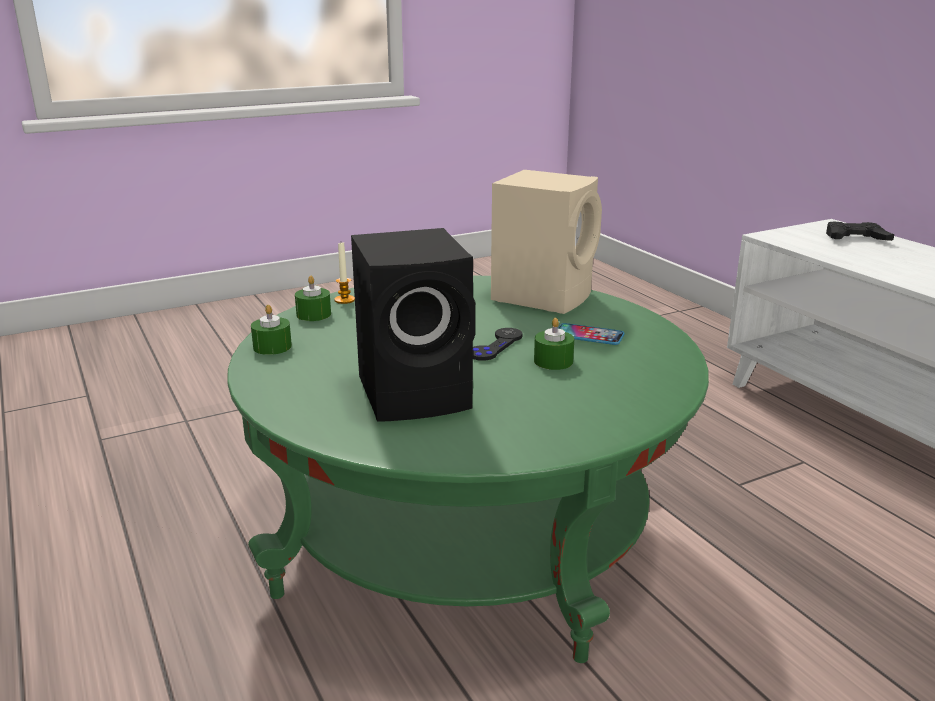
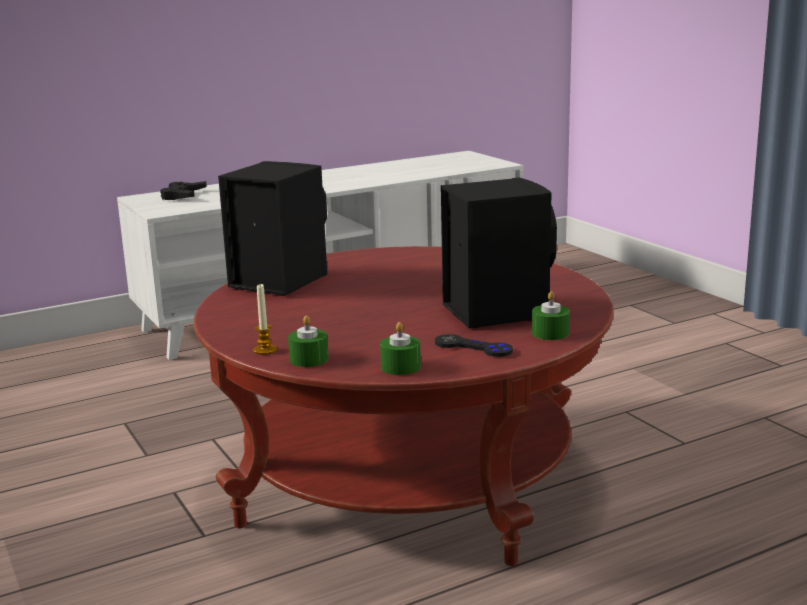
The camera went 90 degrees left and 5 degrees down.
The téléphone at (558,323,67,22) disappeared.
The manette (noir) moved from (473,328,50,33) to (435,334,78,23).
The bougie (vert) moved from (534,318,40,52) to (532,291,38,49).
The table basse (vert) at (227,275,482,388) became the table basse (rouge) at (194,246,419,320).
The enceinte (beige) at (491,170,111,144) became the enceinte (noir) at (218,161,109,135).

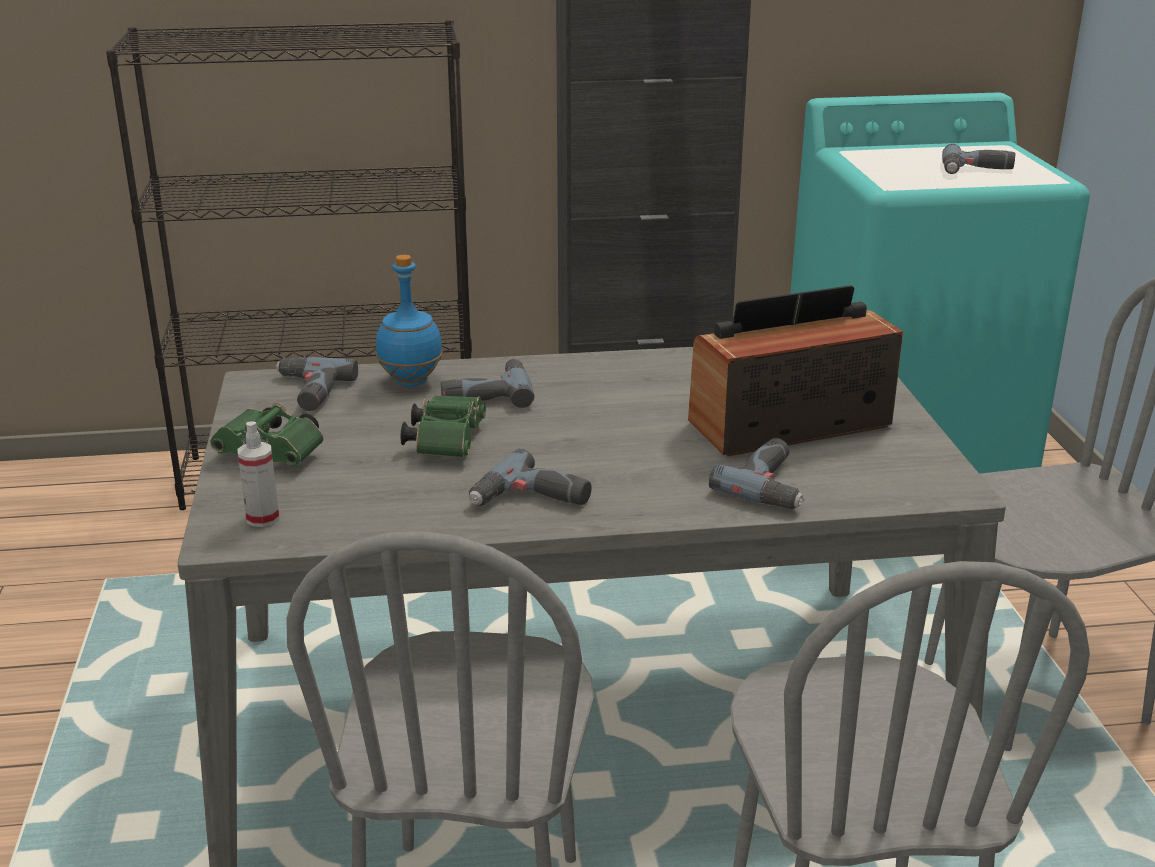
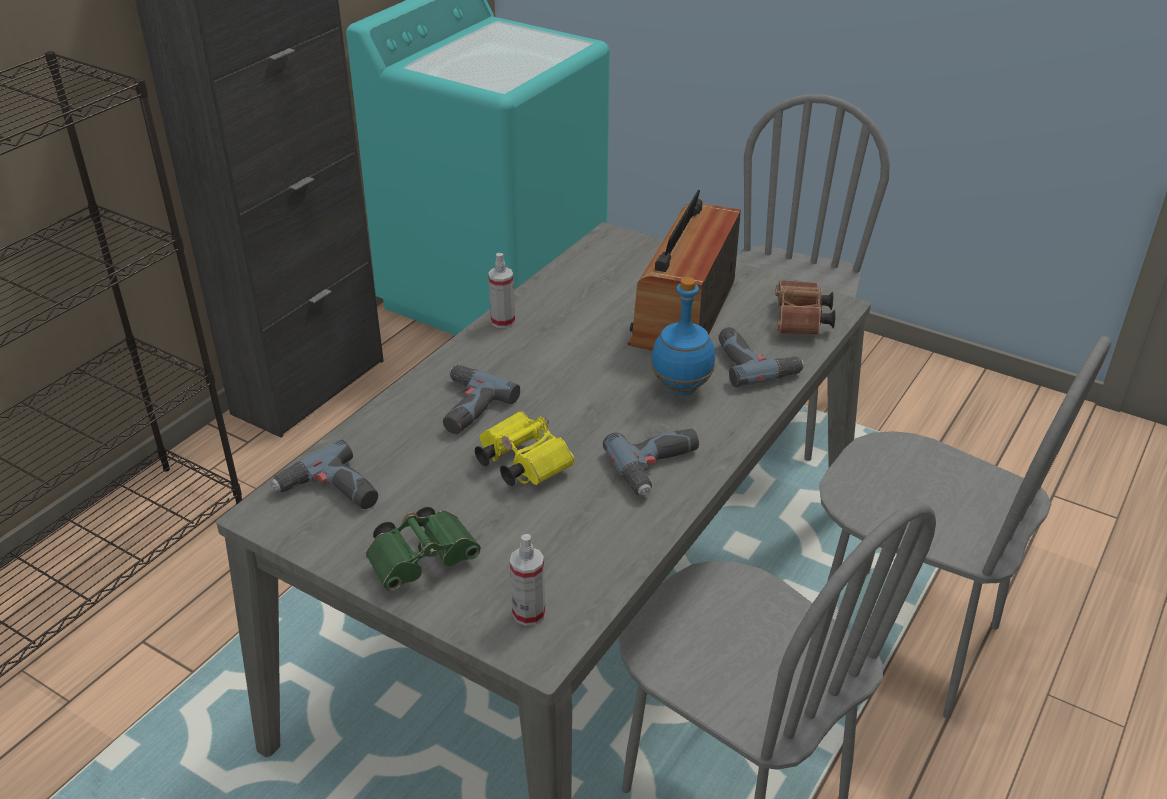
The camera went 50 degrees left and 10 degrees up.
The perceuse at (942,144,73,30) disappeared.
The vaporisateur at (488,253,27,75) appeared.
The jumelles (marron) at (775,280,60,55) appeared.
The bouteille (bleu) moved from (376,255,67,132) to (651,277,64,119).
The jumelles (vert) at (400,395,86,62) became the jumelles (jaune) at (475,411,100,75).

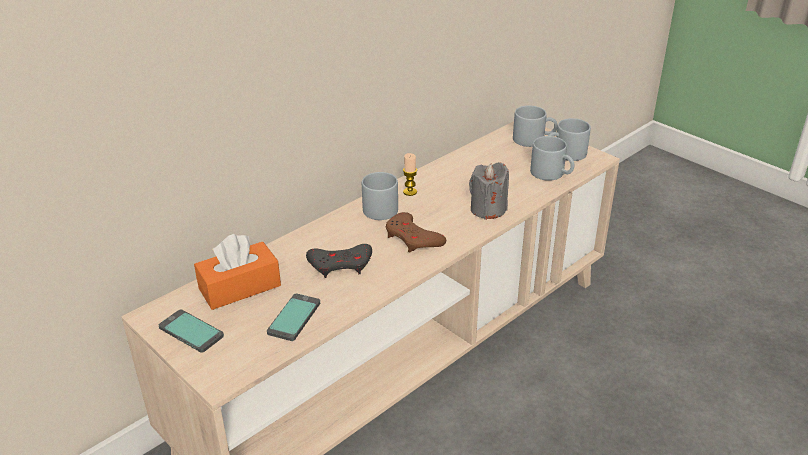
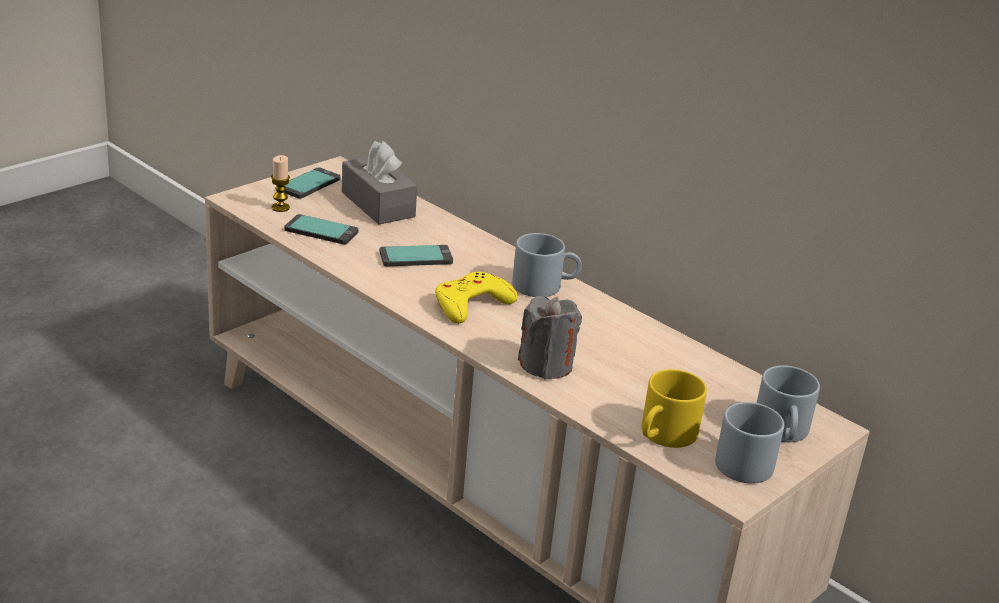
The camera went 85 degrees right and 5 degrees down.
The bougie moved from (403,153,14,43) to (271,155,19,57).
The manette (gris) at (306,244,66,34) was replaced by the téléphone at (379,245,74,21).
The boîte à mouchoirs (orange) at (194,234,87,76) became the boîte à mouchoirs (gris) at (342,141,75,84).
The manette (marron) at (386,212,60,40) became the manette (jaune) at (435,272,83,52).
The mug (gris) at (530,136,45,45) became the mug (jaune) at (642,369,65,79).

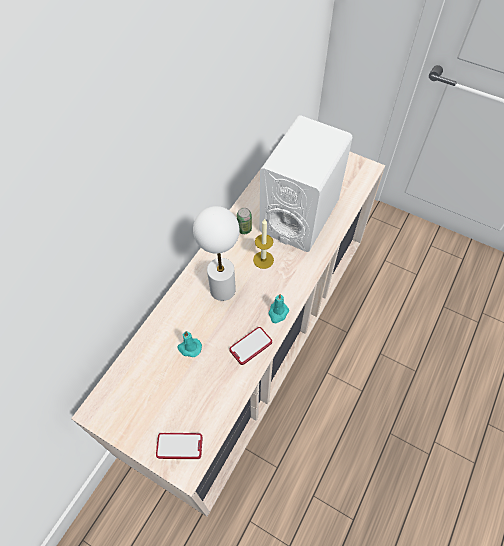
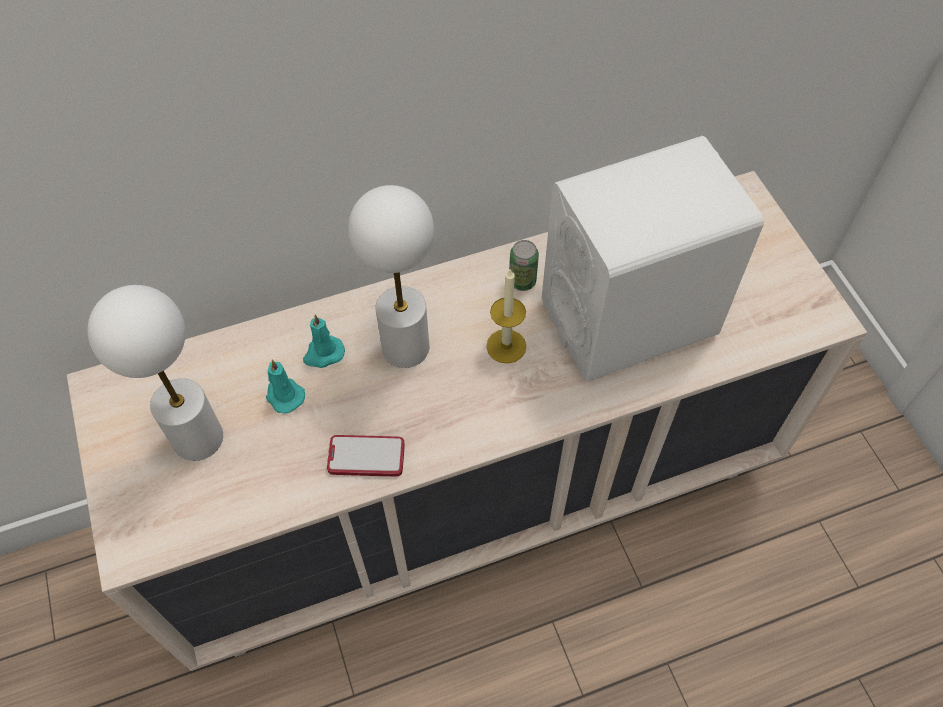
The camera went 40 degrees right and 0 degrees up.
The téléphone at (156,433,46,26) disappeared.
The lampe de table (blanc) at (87,285,136,176) appeared.
The bougie (turquoise) moved from (268,294,21,29) to (303,315,42,53).

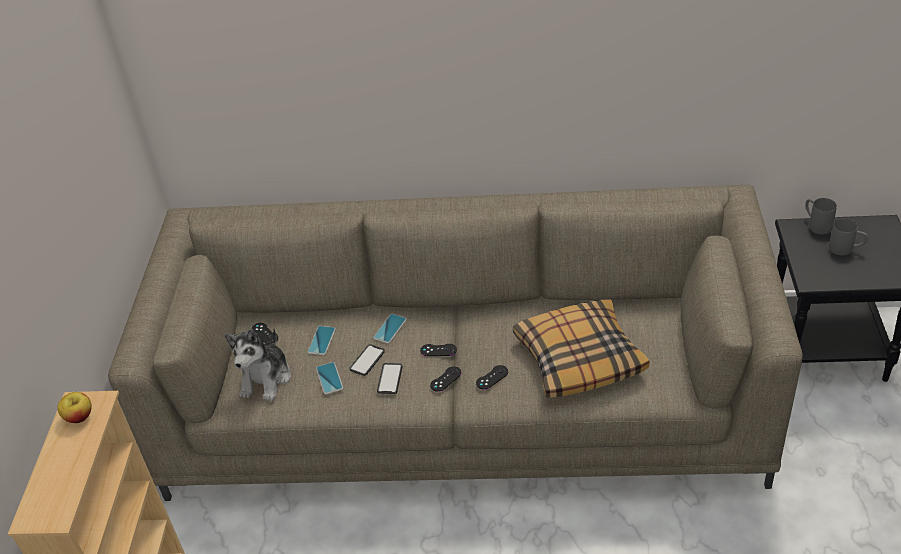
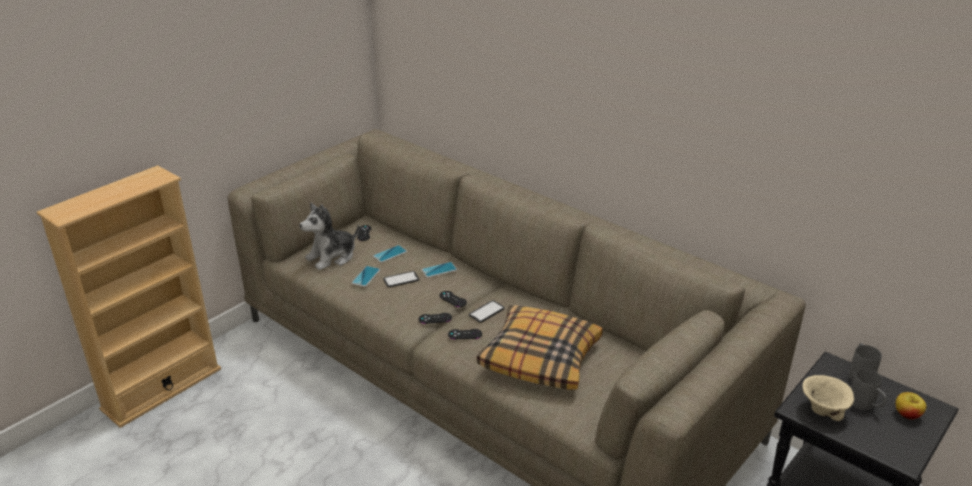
The camera went 35 degrees right and 10 degrees down.
The bol (beige) at (802,375,52,46) appeared.
The pomme moved from (57,392,35,31) to (895,392,31,28).
The téléphone moved from (377,363,25,31) to (469,300,36,22).

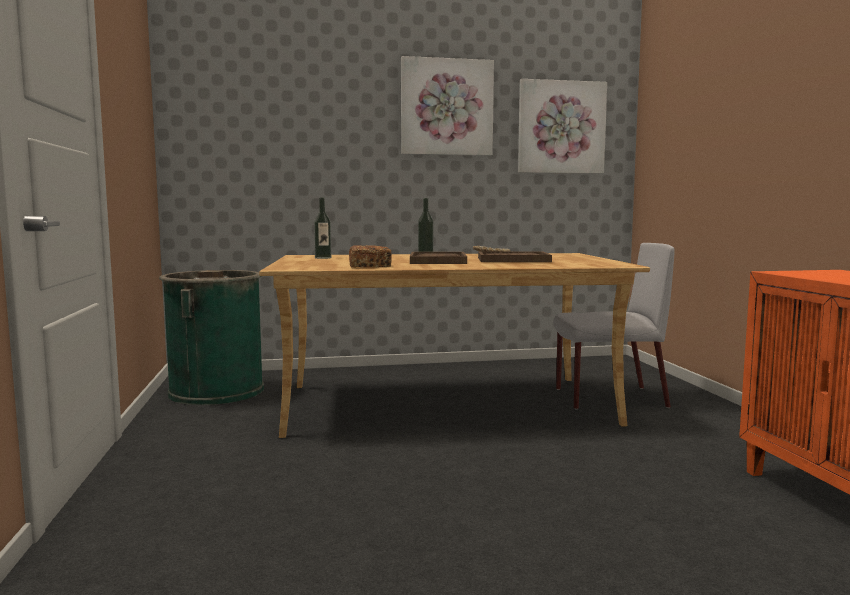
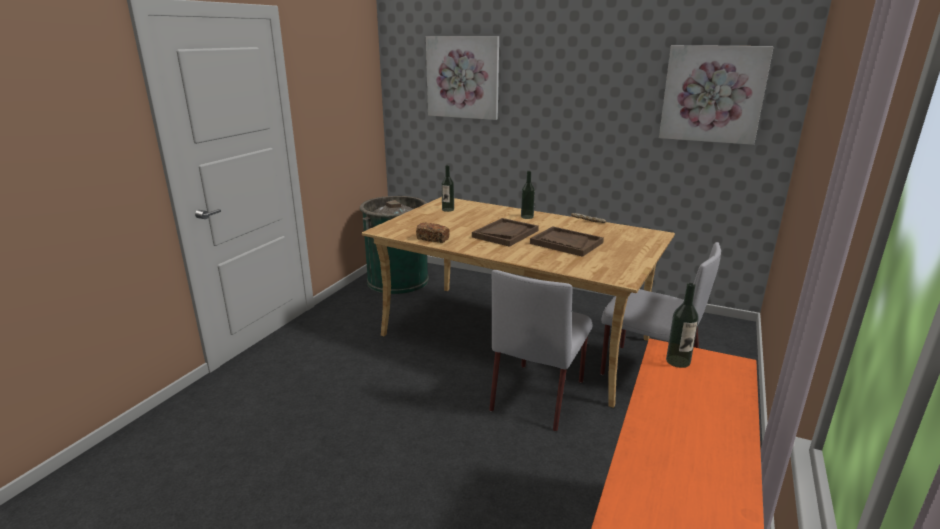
The camera went 35 degrees right and 15 degrees up.
The chaise (gris) at (489,270,104,161) appeared.
The bouteille at (666,283,33,85) appeared.
The tableau moved from (401,56,93,100) to (426,36,73,84).

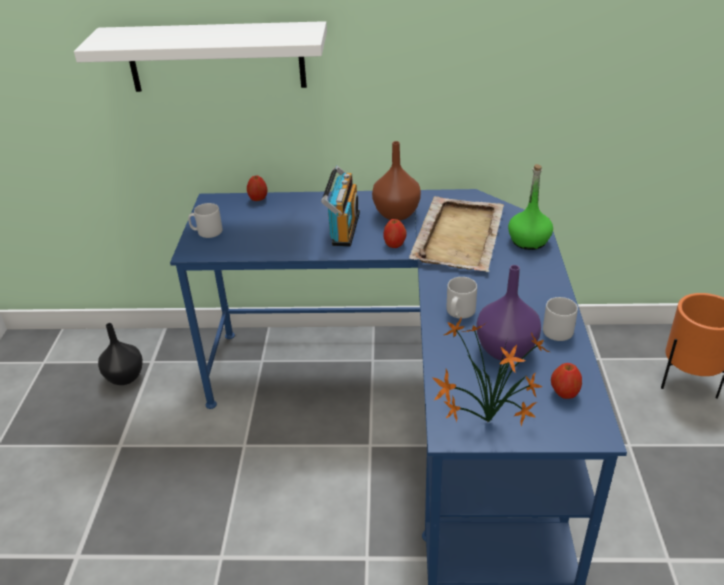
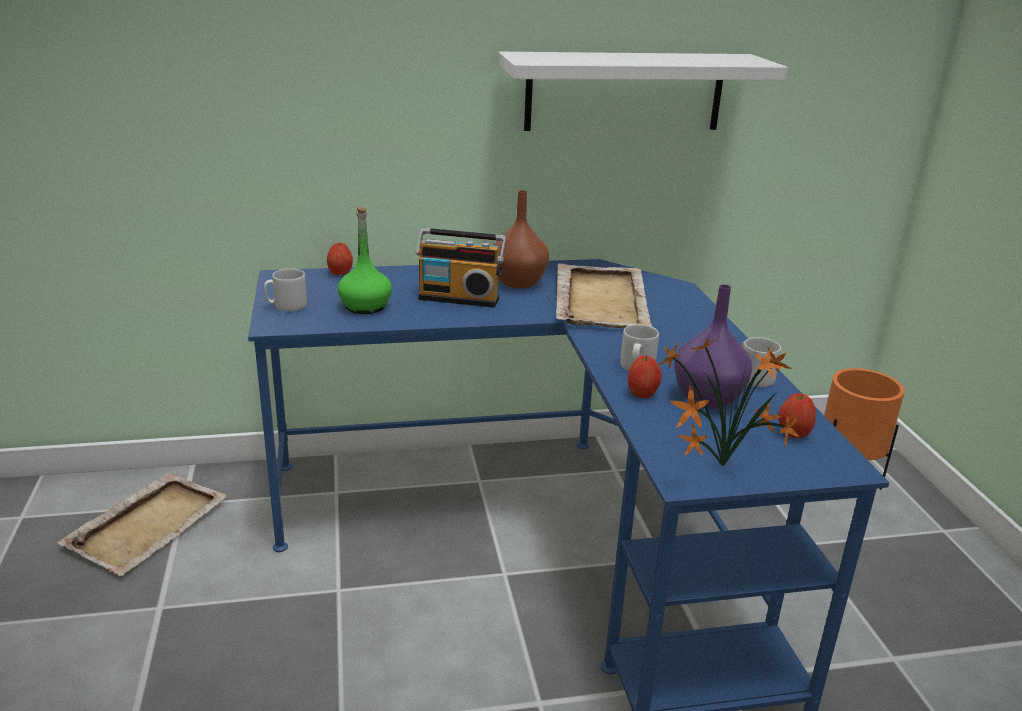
The camera went 15 degrees left and 10 degrees down.
The étagère (blanc) moved from (74,21,253,71) to (498,52,290,79).
The pomme moved from (383,219,24,29) to (628,355,34,43).
The bouteille (vert) moved from (508,164,45,86) to (338,207,54,107).
The vase (noir) at (98,323,45,62) was replaced by the plateau (beige) at (57,472,170,104).
The radio at (321,165,39,82) turned 105 degrees clockwise.

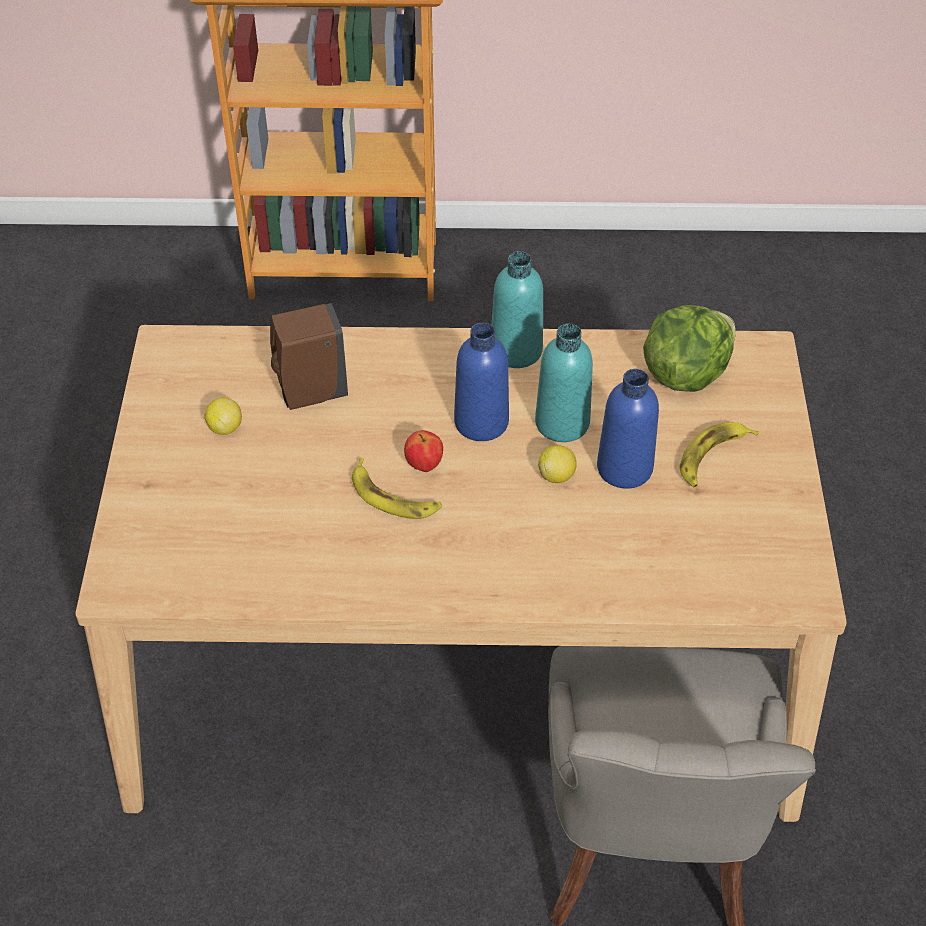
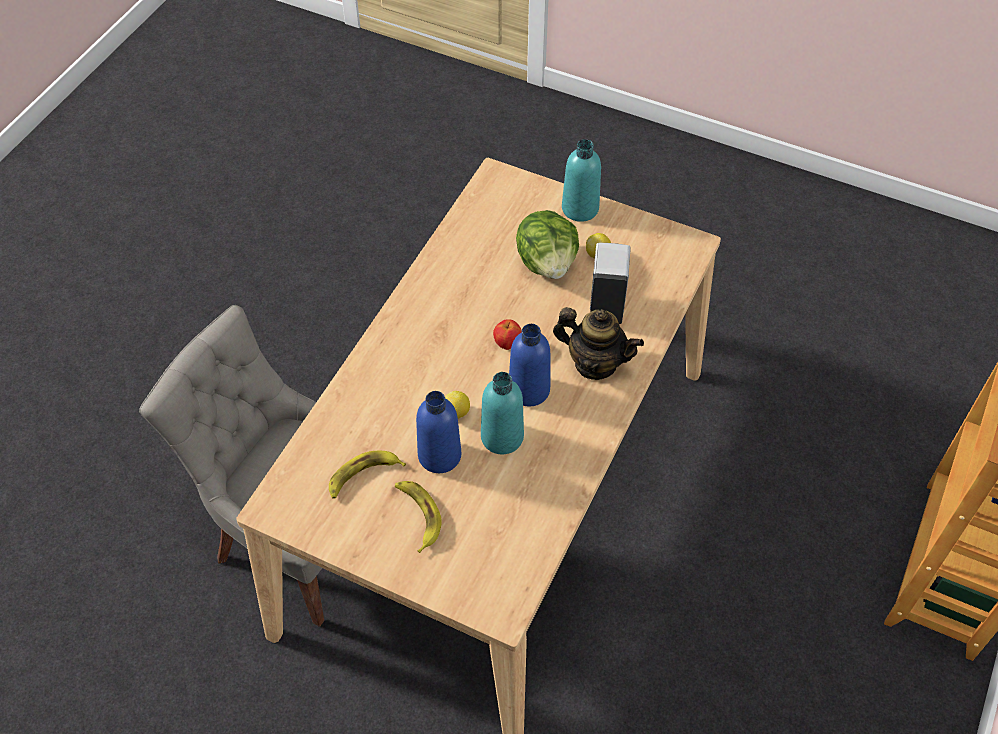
The camera went 115 degrees right and 5 degrees up.
The théière at (553,307,91,73) appeared.
The banane moved from (352,458,90,61) to (329,451,77,47).
The bouteille (turquoise) moved from (492,251,51,117) to (562,139,39,83).
The laitue moved from (643,305,92,87) to (516,210,63,69).
The distributeur de savon (marron) at (270,303,78,107) became the distributeur de savon (blanc) at (590,243,41,81).

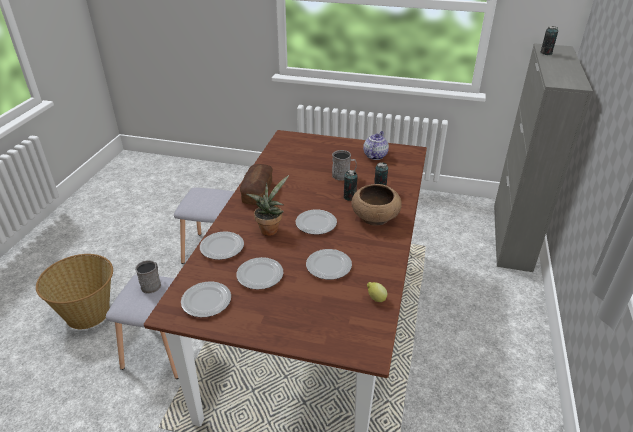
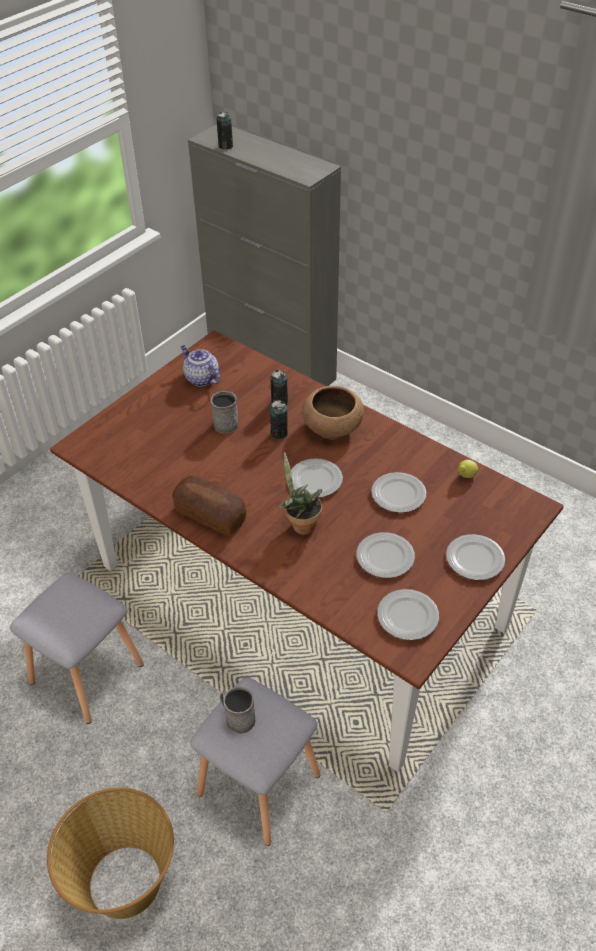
The camera went 65 degrees left and 10 degrees up.
The assiette moved from (200,231,44,29) to (446,534,59,46).

